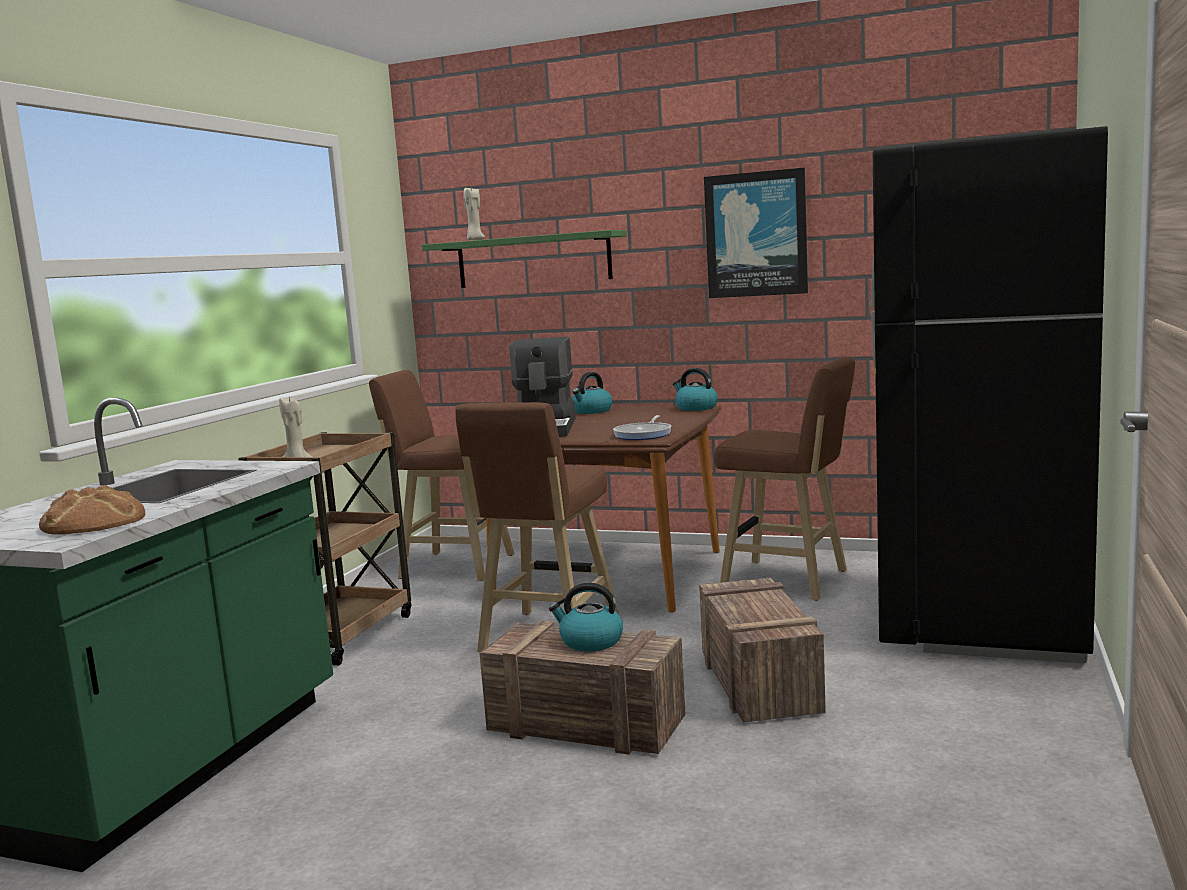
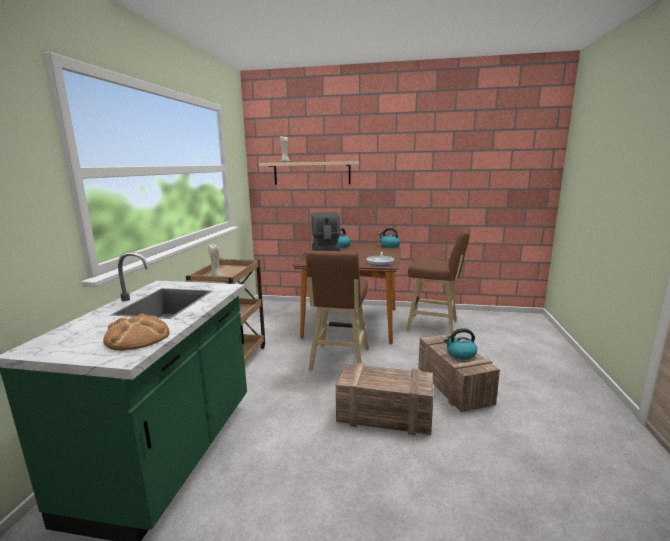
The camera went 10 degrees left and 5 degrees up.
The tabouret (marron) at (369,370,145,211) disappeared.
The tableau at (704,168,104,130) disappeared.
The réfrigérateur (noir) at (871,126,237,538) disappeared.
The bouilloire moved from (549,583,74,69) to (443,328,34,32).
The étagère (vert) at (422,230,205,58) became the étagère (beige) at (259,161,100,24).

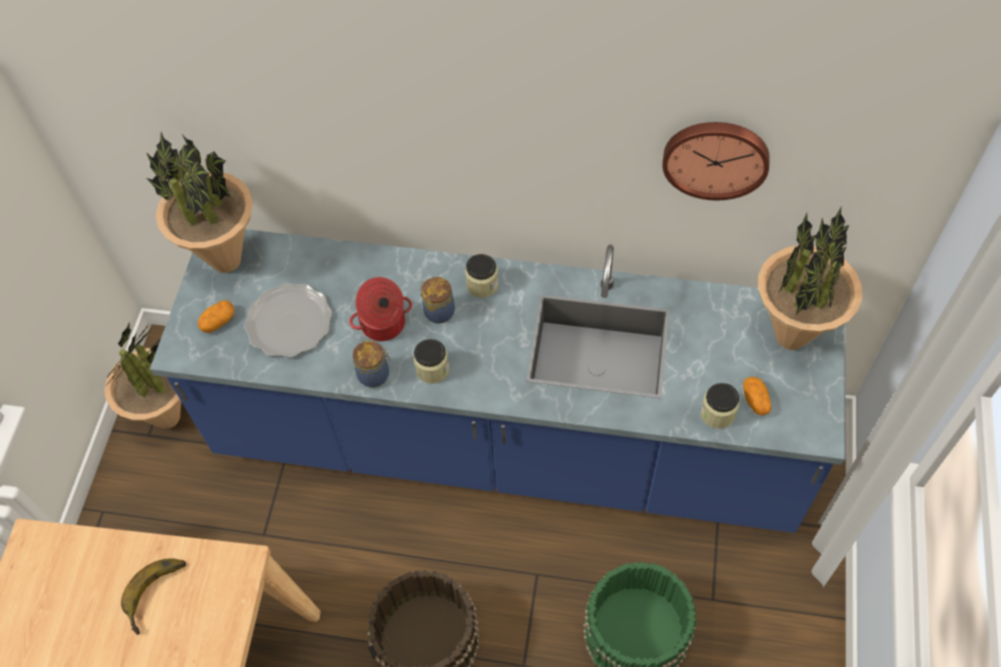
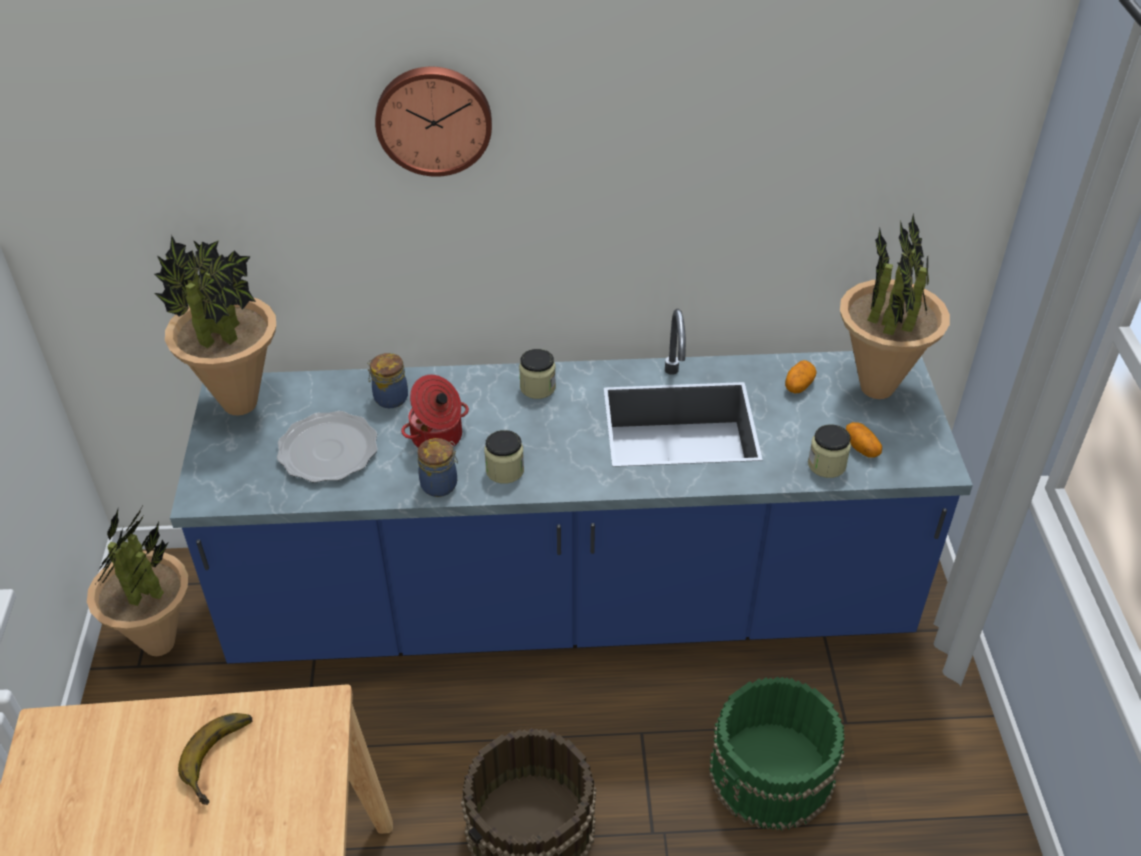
The camera went 15 degrees left and 15 degrees down.
The pomme de terre moved from (198,300,36,33) to (785,360,32,33).
The bocal moved from (420,277,35,47) to (367,353,41,55).
The horloge murale moved from (662,122,108,78) to (375,67,117,110).

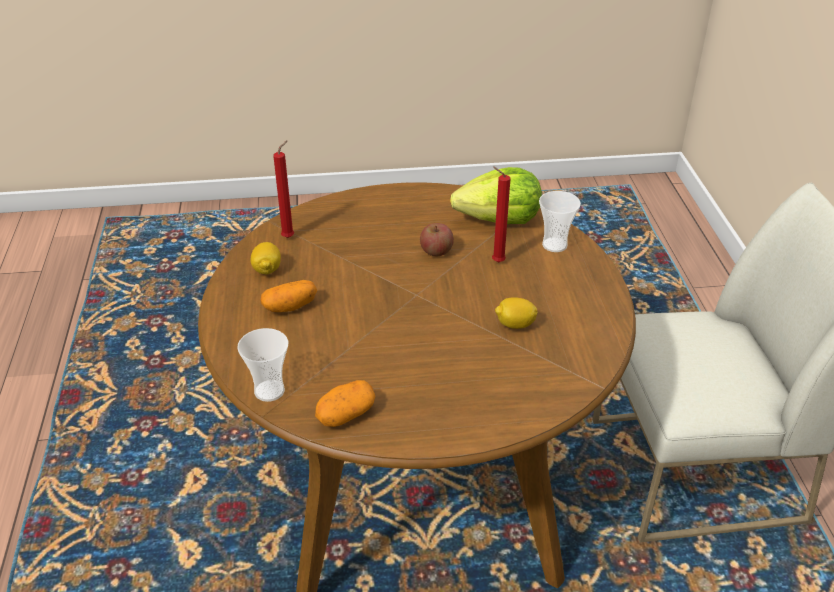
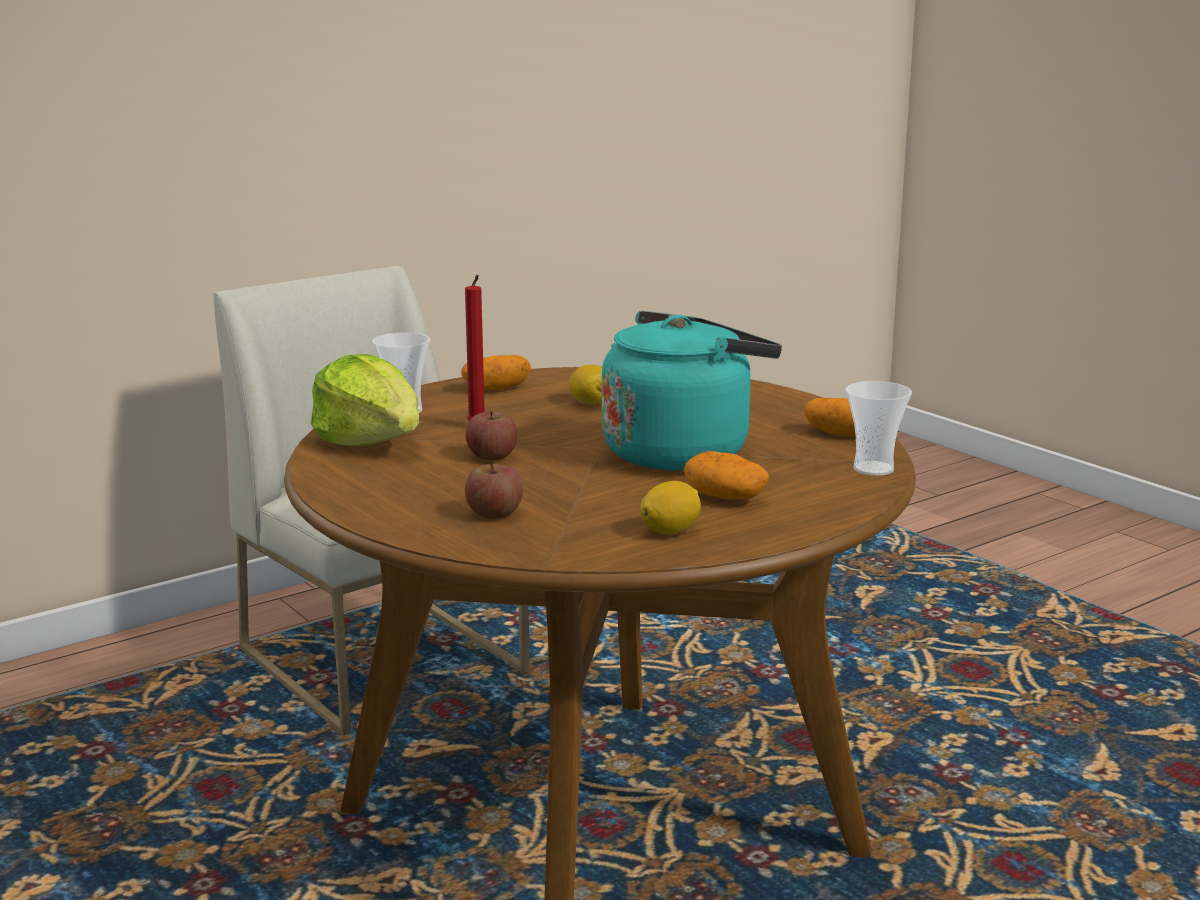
The camera went 120 degrees left and 20 degrees down.
The bougie (rouge) at (273,140,21,98) disappeared.
The pomme de terre at (461,355,70,35) appeared.
The pomme at (465,463,58,56) appeared.
The bouilloire (turquoise) at (602,311,180,159) appeared.

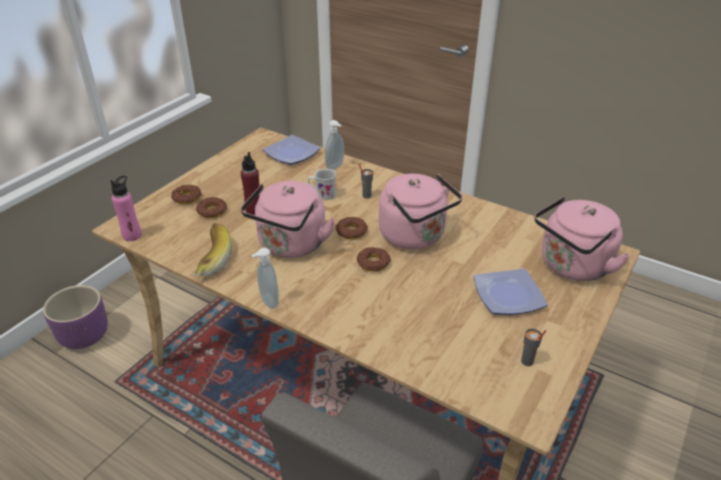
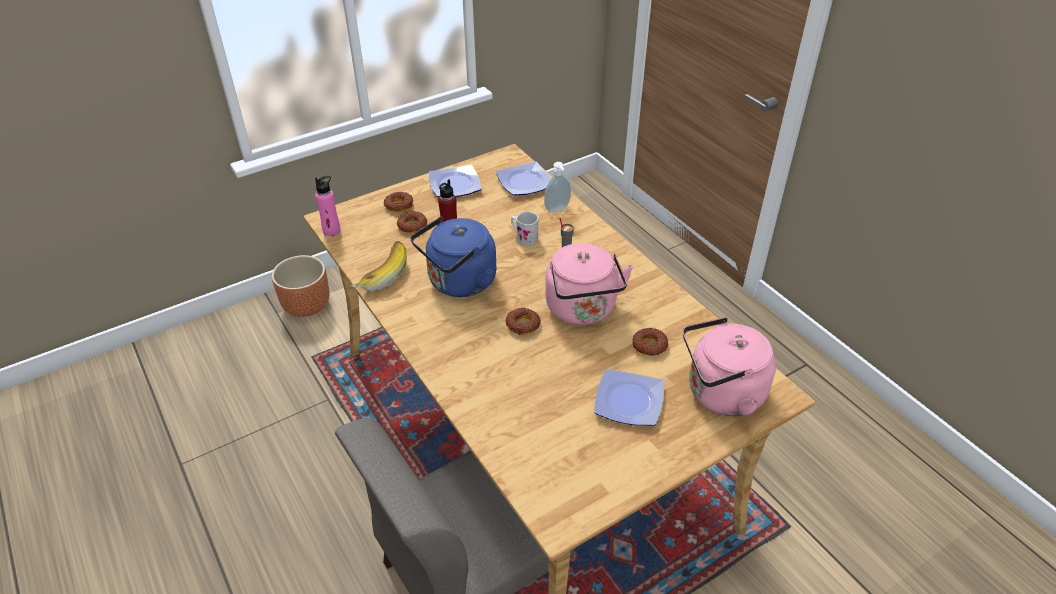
The camera went 25 degrees right and 5 degrees up.
The distributeur de savon at (252,248,27,61) disappeared.
The tasse (gris) at (521,329,25,37) disappeared.
The assiette at (429,165,53,32) appeared.
The beignet moved from (336,217,32,22) to (632,328,36,28).
The cache-pot (violet) at (43,285,65,64) became the cache-pot (marron) at (272,255,57,62).
The bouilloire (rose) at (241,181,94,77) became the bouilloire (bleu) at (410,216,86,81).

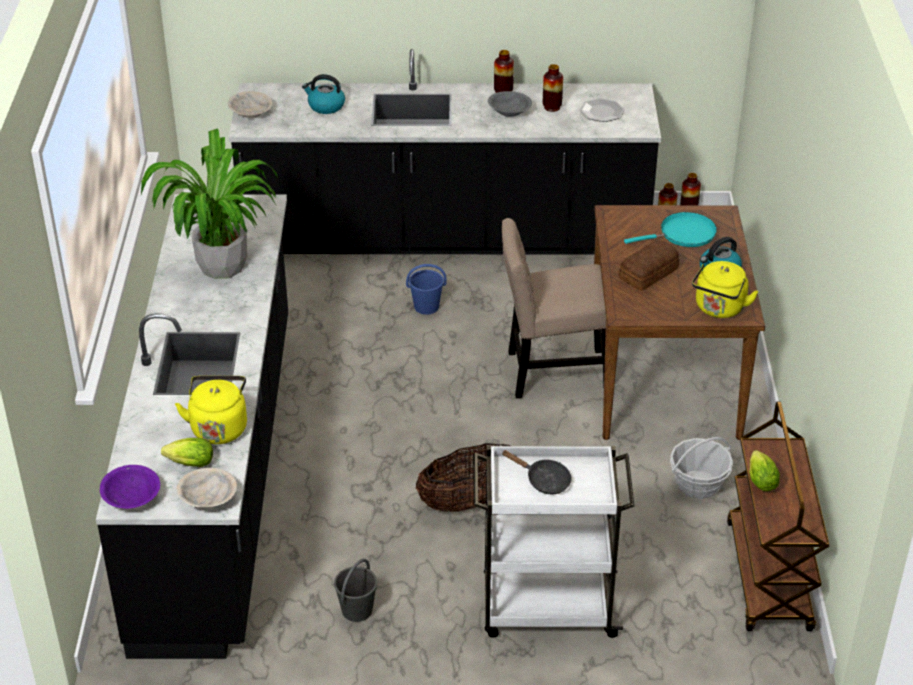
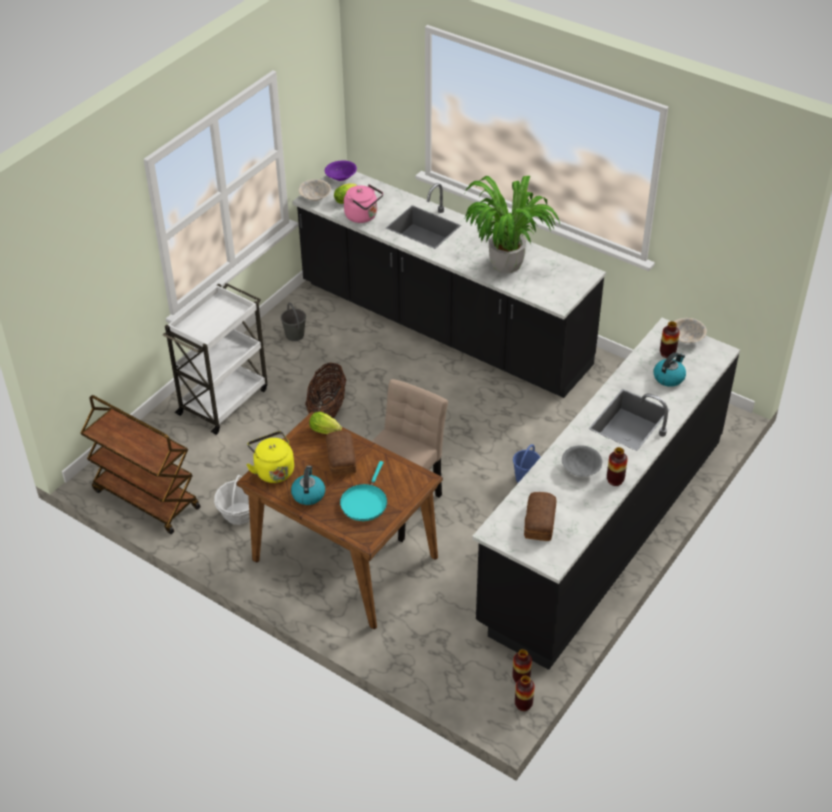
The camera went 125 degrees right and 5 degrees up.
The poêle (noir) at (502,450,69,44) disappeared.
The vase moved from (543,64,20,48) to (660,321,20,37).
The laitue moved from (749,450,31,41) to (309,412,33,22).
The assiette at (580,98,45,24) was replaced by the pain at (524,492,33,49).
The bouilloire (jaune) at (175,376,72,68) became the bouilloire (rose) at (344,184,39,39).

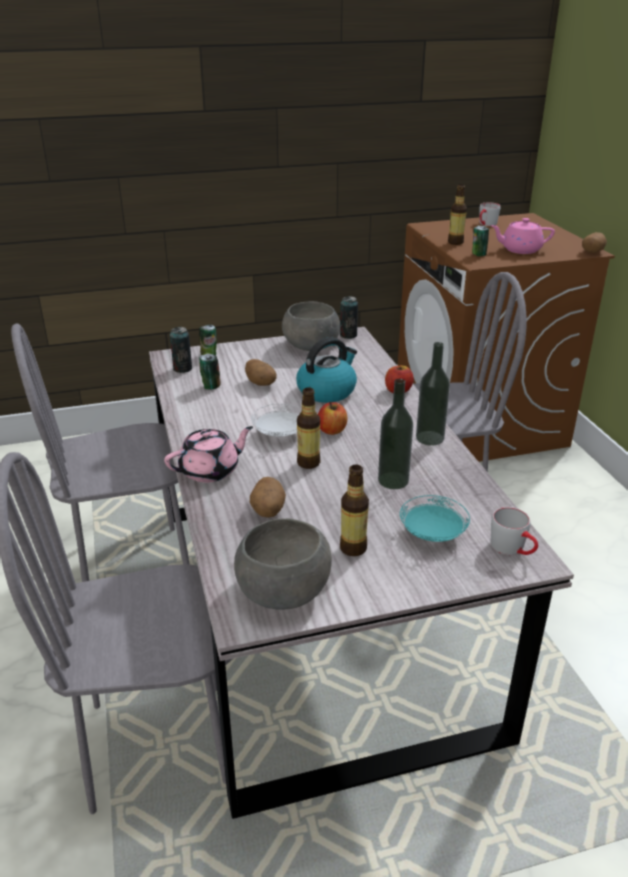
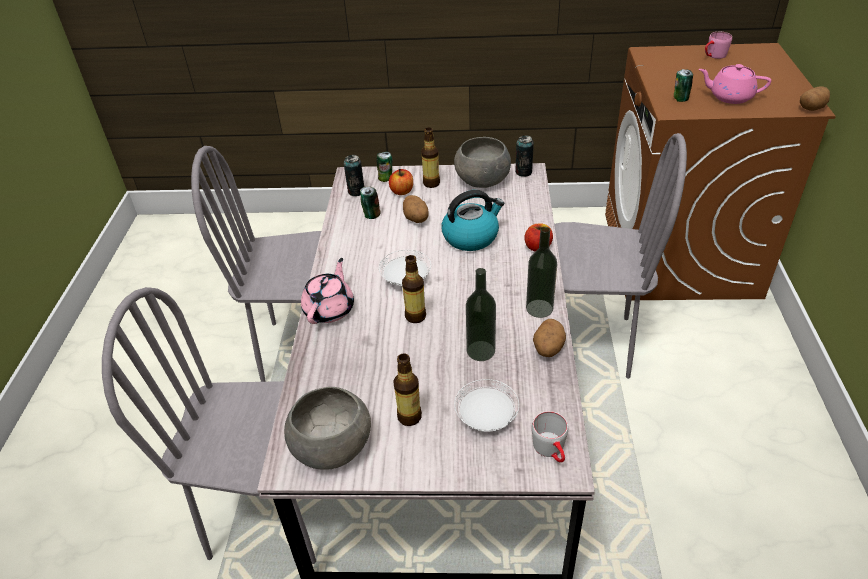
The camera went 20 degrees right and 10 degrees up.
The pomme de terre moved from (250,477,36,41) to (533,319,33,38).
The pomme moved from (318,402,29,33) to (389,169,24,26).
The bouteille moved from (448,184,19,61) to (421,127,19,61).
The assiette (turquoise) at (400,495,70,47) became the assiette (blanc) at (454,379,65,53).
The mug (gris) at (479,202,21,24) became the mug (rose) at (705,32,27,27).
The théière (rose) at (164,426,89,57) turned 60 degrees counterclockwise.

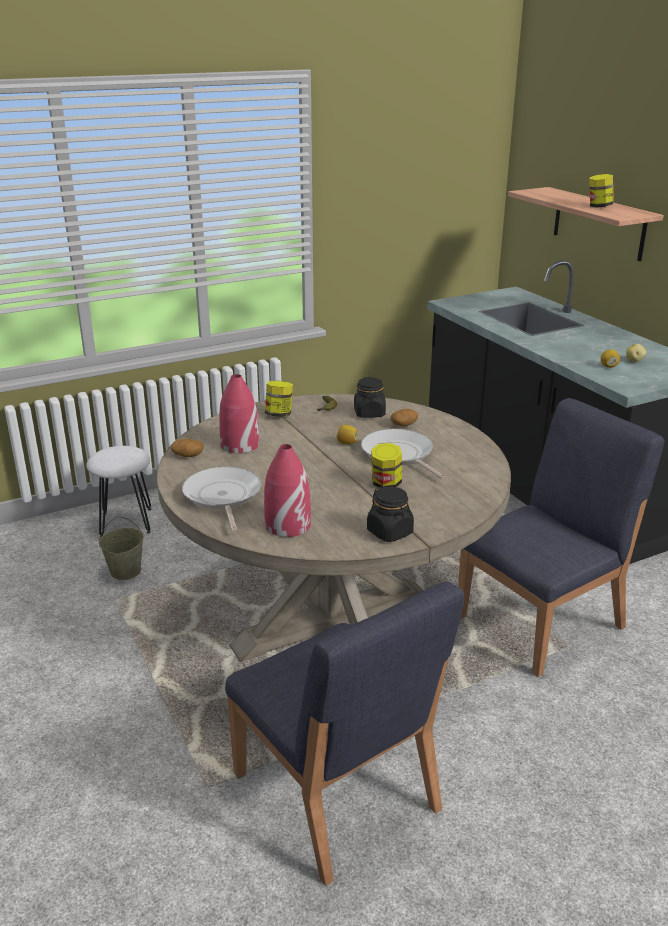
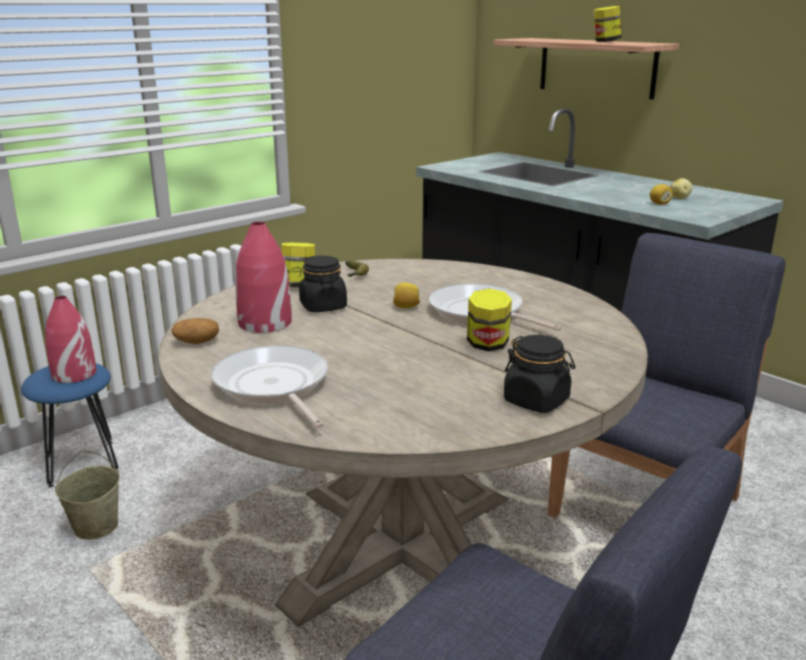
The camera went 15 degrees left and 5 degrees down.
The pomme de terre at (390,409,28,17) disappeared.
The vase (rouge) moved from (264,444,47,93) to (45,296,52,87).
The bocal (noir) moved from (354,377,32,41) to (299,255,48,57).
The tabouret (blanc) at (86,446,65,91) became the tabouret (bleu) at (21,363,98,125).

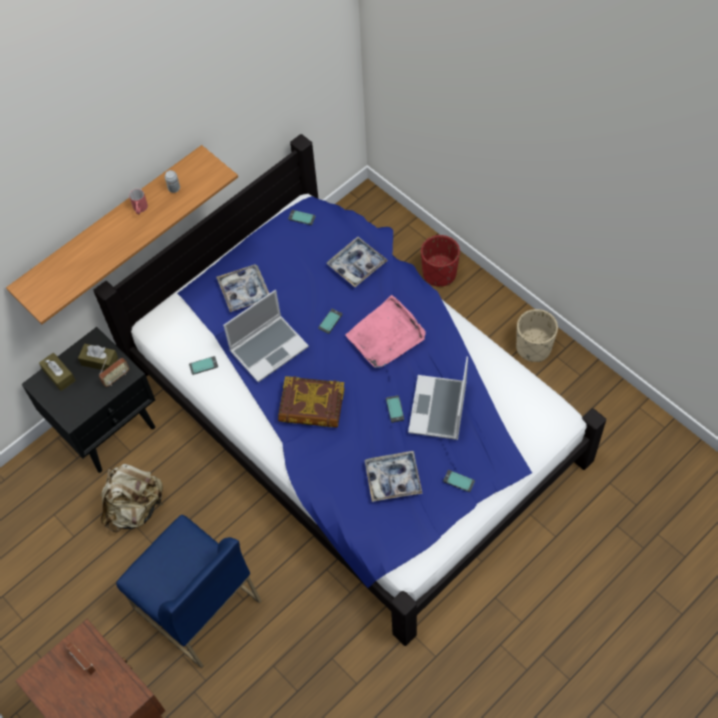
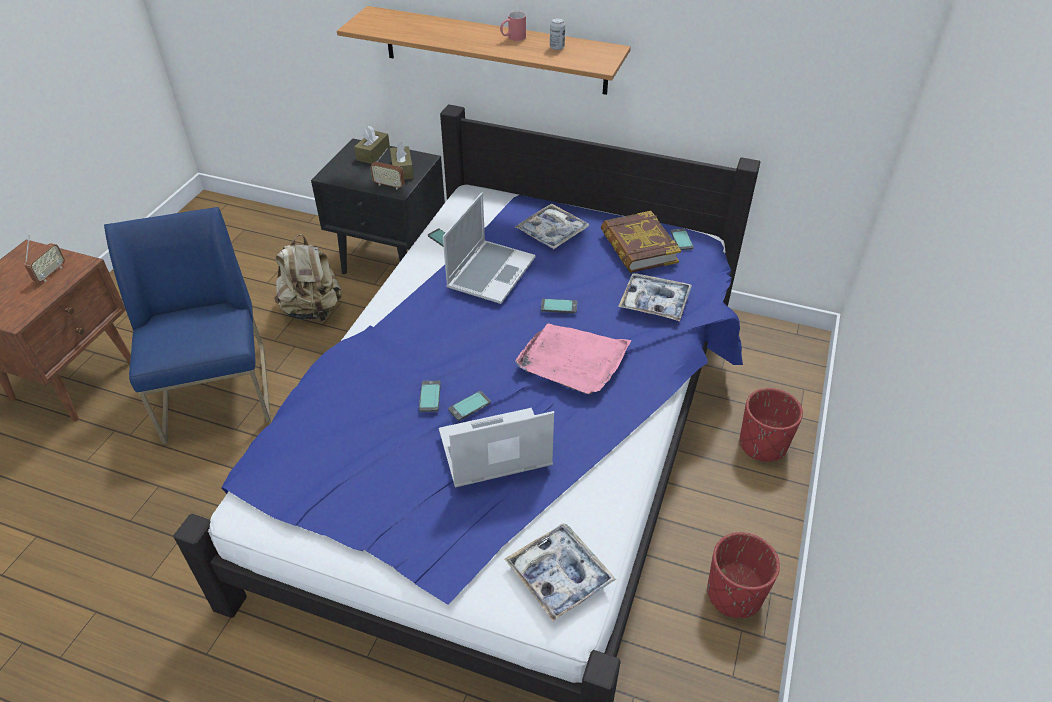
The camera went 60 degrees right and 15 degrees down.
The livre moved from (278,376,67,52) to (601,211,80,62).
The plateau moved from (364,451,58,51) to (505,523,111,98).
The téléphone moved from (443,470,32,22) to (419,381,22,31).
The cache-pot (beige) at (516,309,42,53) became the cache-pot (rouge) at (707,532,73,86).
The chaise (bleu) at (116,515,145,153) turned 150 degrees clockwise.
The ordinateur portable at (223,290,86,92) turned 90 degrees counterclockwise.

